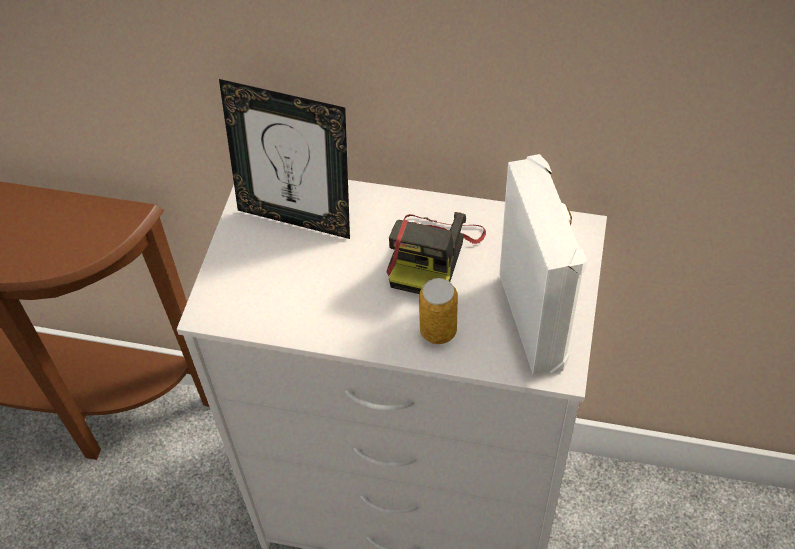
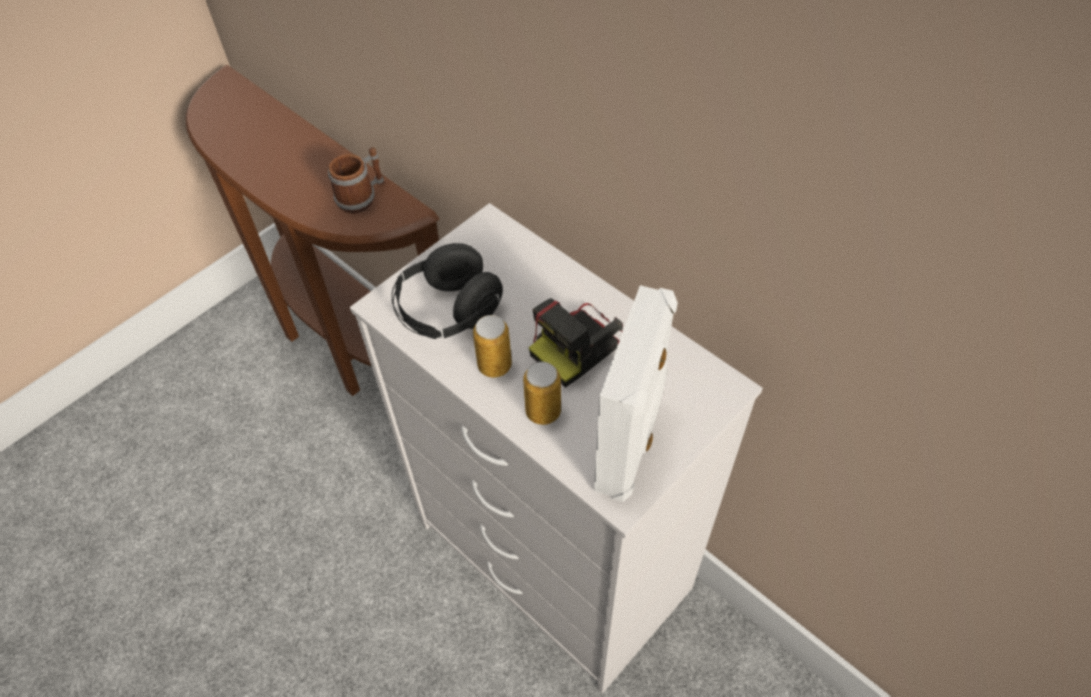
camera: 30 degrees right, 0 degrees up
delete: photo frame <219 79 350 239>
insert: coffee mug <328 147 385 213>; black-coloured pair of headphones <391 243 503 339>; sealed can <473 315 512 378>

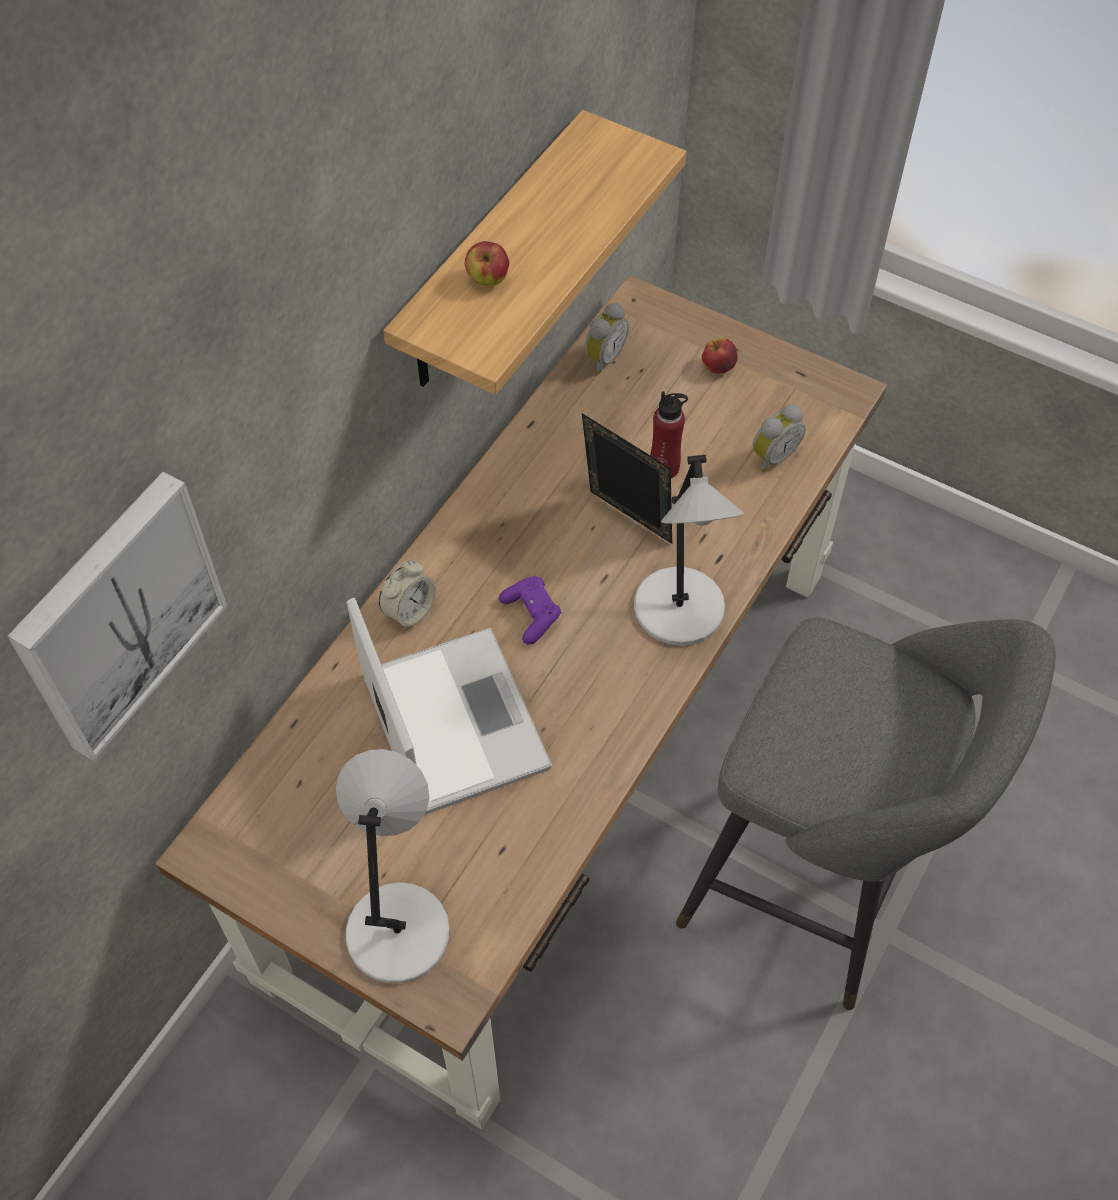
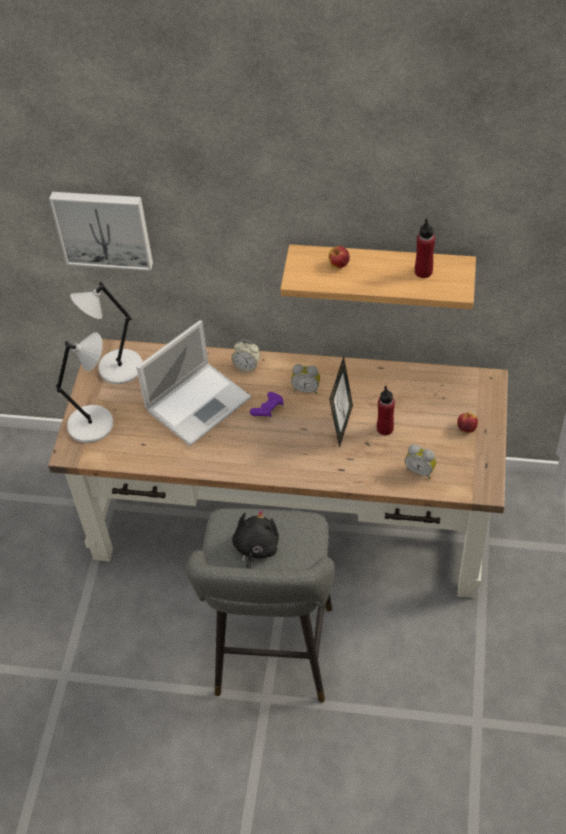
camera: 70 degrees right, 5 degrees down
insert: black-coloured cuddly toy <232 509 279 569>; red-coloured beverage bottle <415 219 435 278>
move: alarm clock <584 303 629 374> to <291 364 320 394>; gray table lamp <634 455 745 646> to <70 282 142 384>

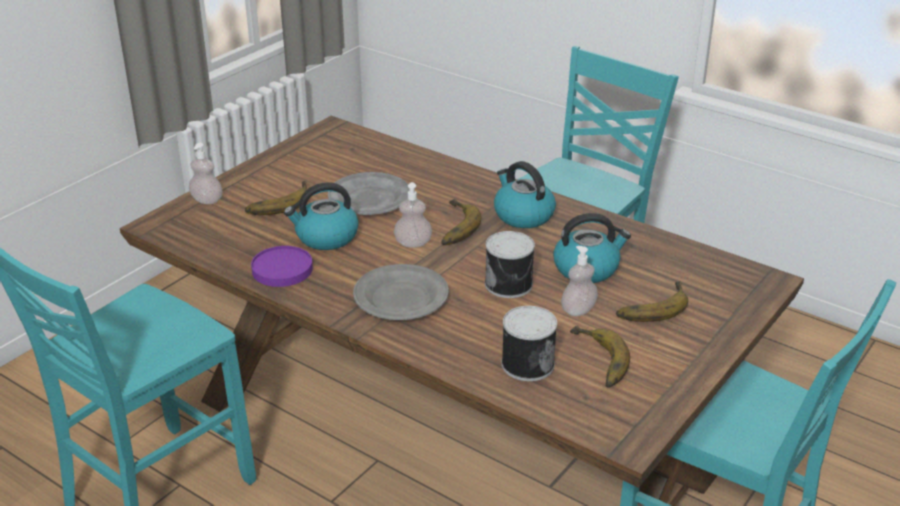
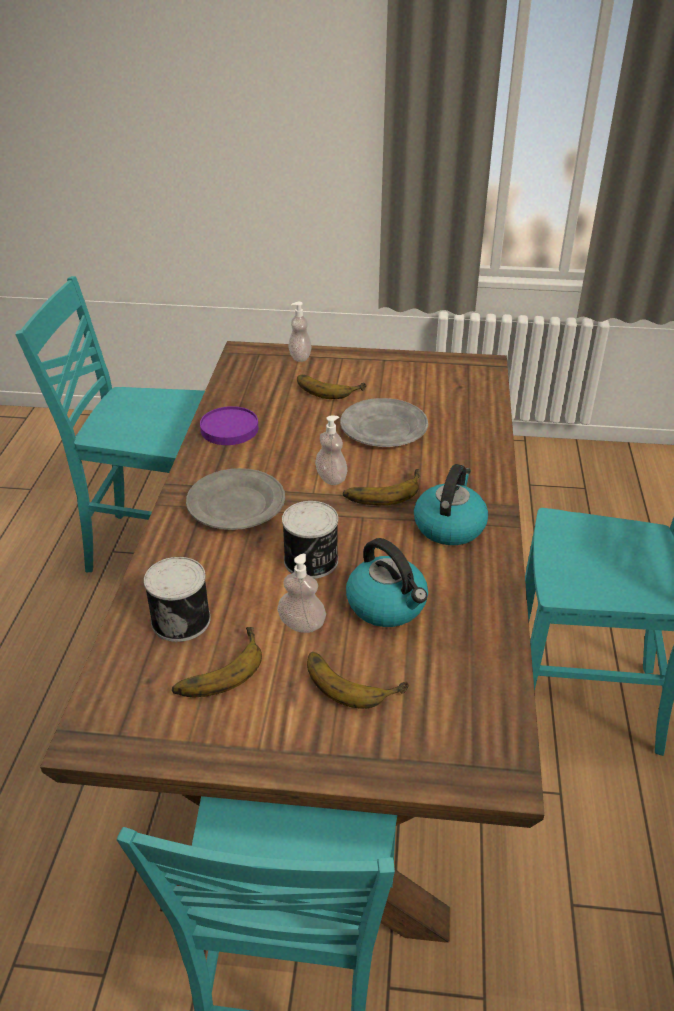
camera: 60 degrees right, 5 degrees up
delete: tea kettle <284 182 359 250>

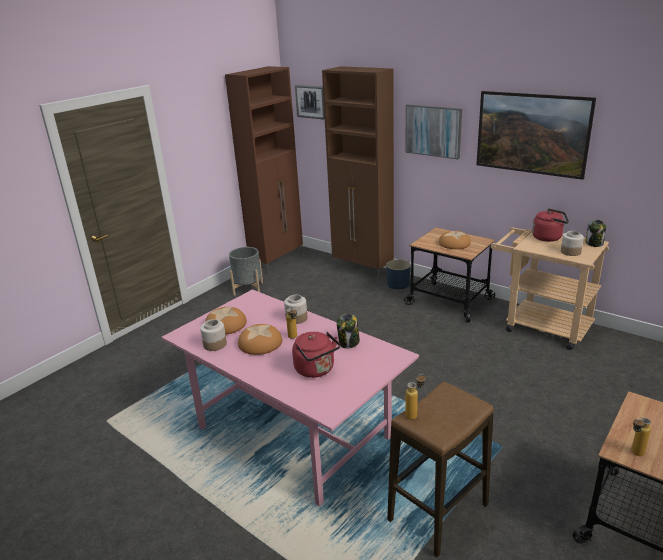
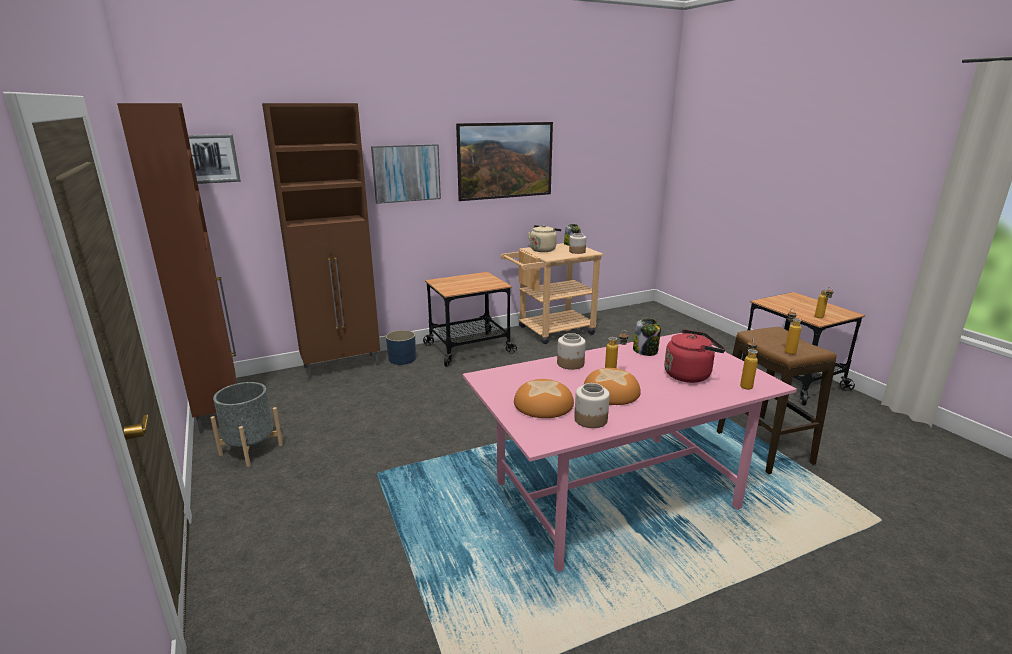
camera: 65 degrees left, 5 degrees down
delete: bakery bread <439 231 471 249>
insert: beverage bottle <740 338 758 390>
recolor: red-coloured tea kettle <532 209 569 242> to sand-coloured tea kettle <528 225 561 252>

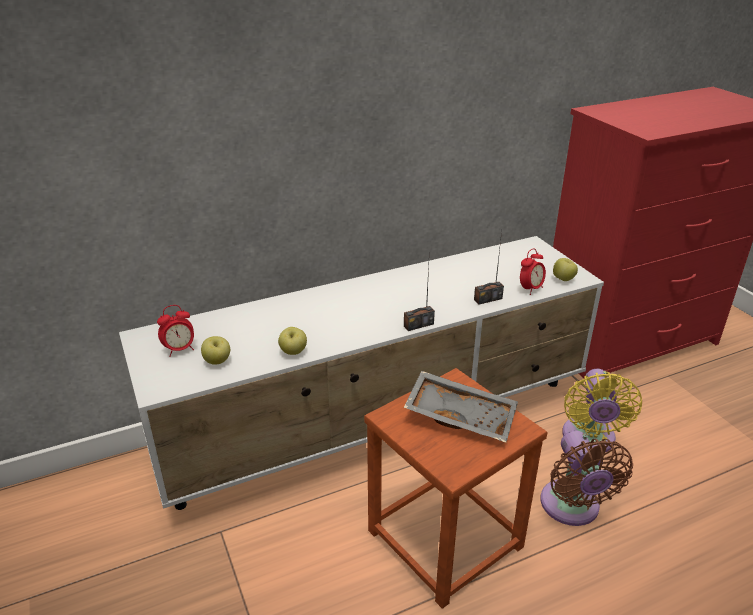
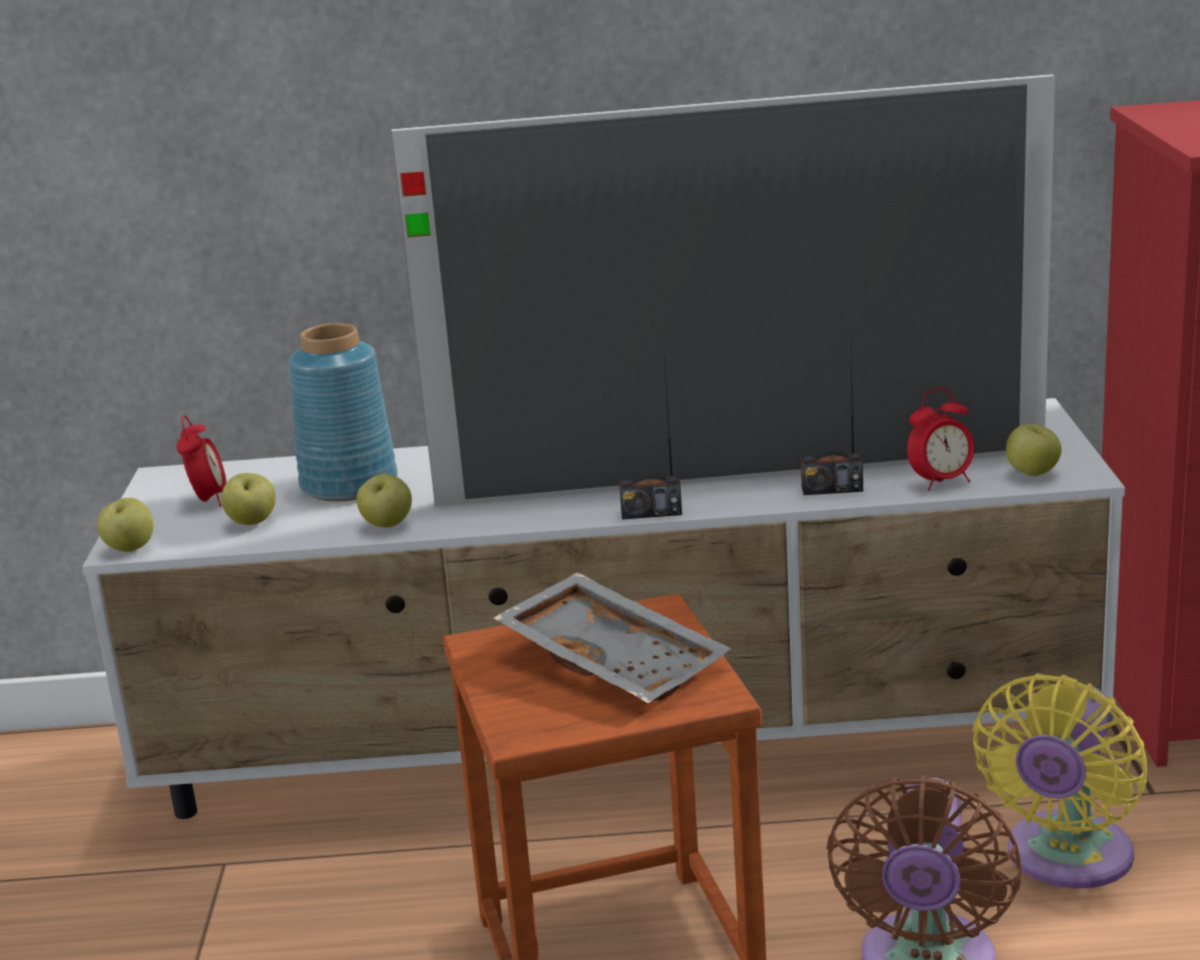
camera: 25 degrees right, 10 degrees down
insert: apple <97 498 153 552>; blue-coloured flower vase <289 323 398 501>; TV <391 74 1055 506>
rotate: alarm clock <157 305 194 357> = <177 415 226 507> 90 degrees counterclockwise

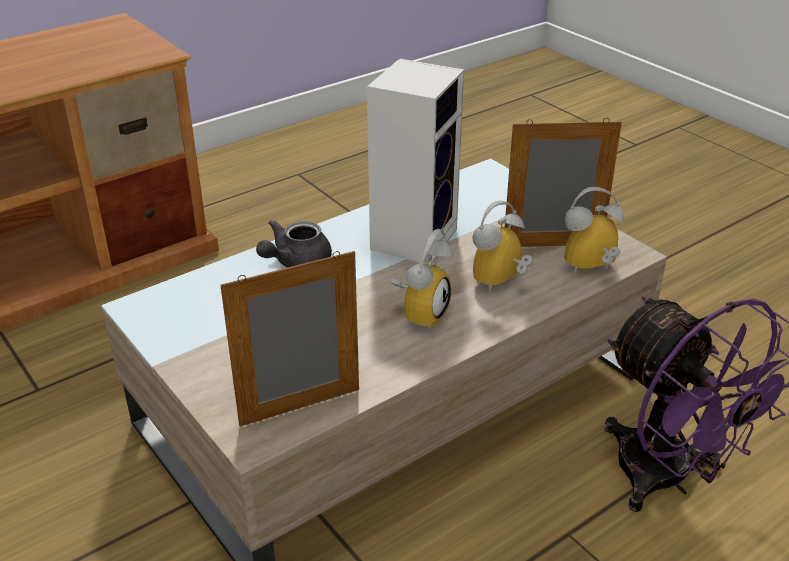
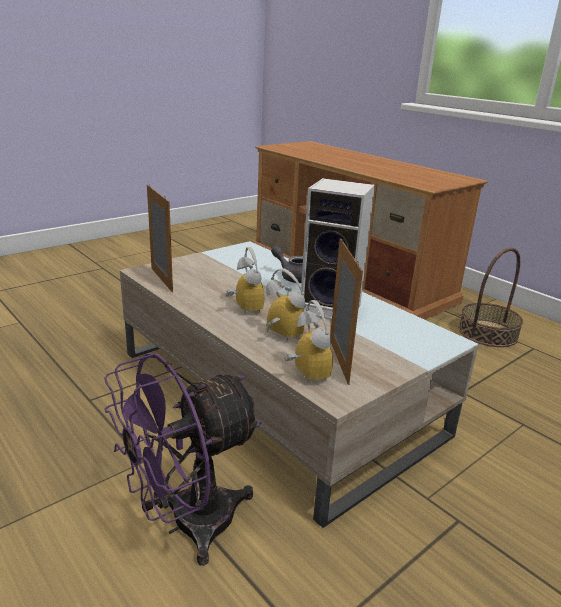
camera: 85 degrees right, 10 degrees down
insert: basket <458 248 523 347>
rotate: alarm clock <390 229 454 330> = <225 247 264 314> 135 degrees counterclockwise

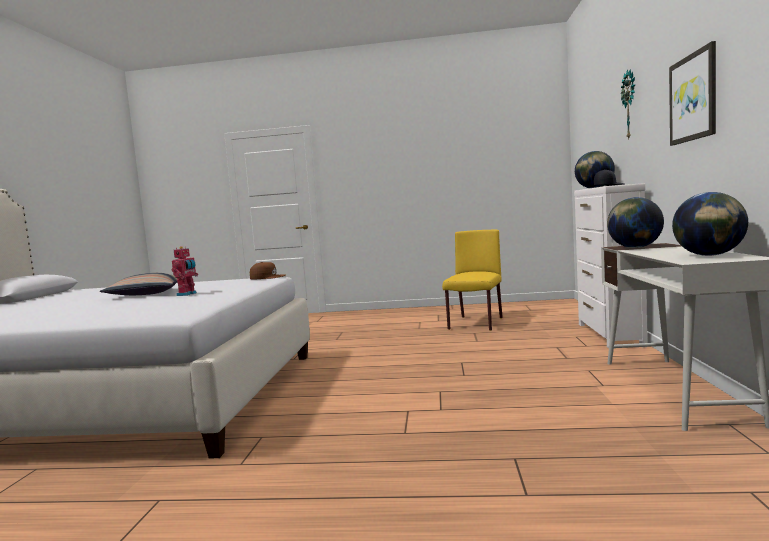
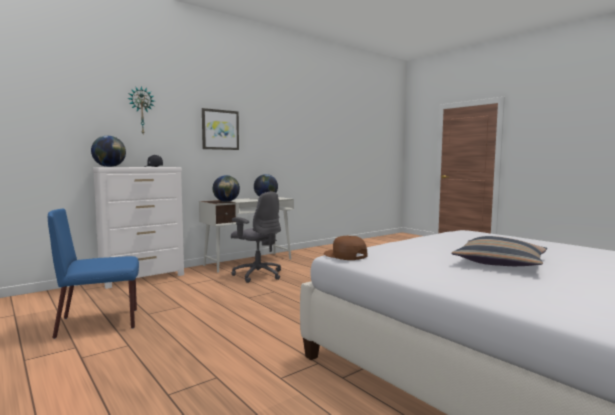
camera: 135 degrees left, 0 degrees up
delete: robot figure <171 246 198 296>
insert: gray office chair <231 192 281 283>
recolor: yellowish upright chair <442 230 503 331> to blue-coloured upright chair <48 209 139 339>

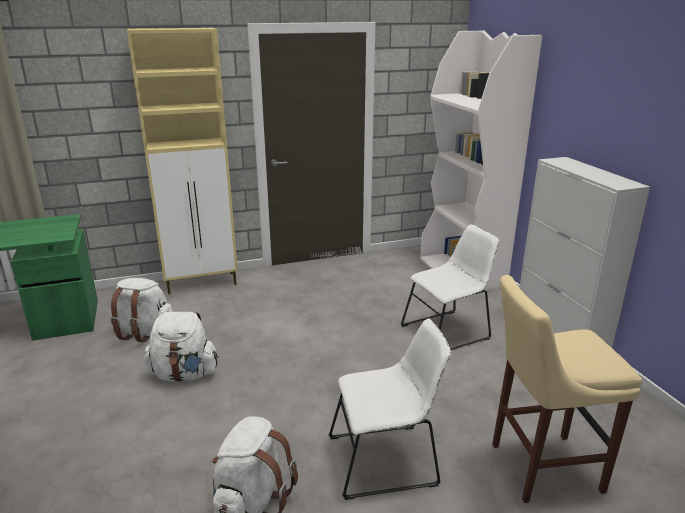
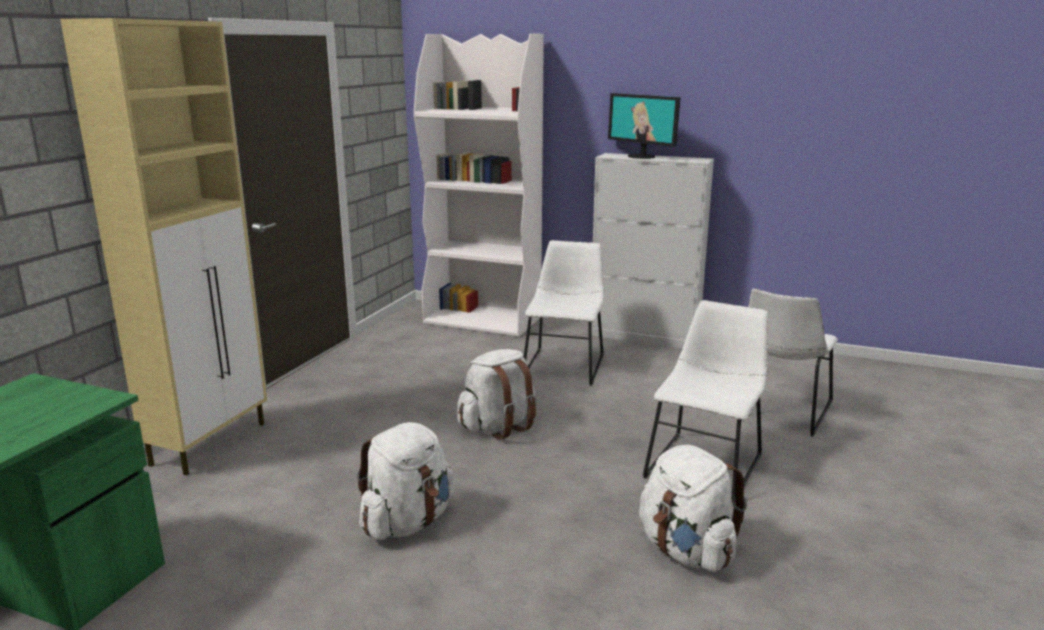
camera: 50 degrees left, 5 degrees down
insert: computer screen <608 93 681 159>
move: white backpack <110 278 173 342> to <457 349 537 440>
replace: sand-coloured sitting stool <492 275 642 503> to white upright chair <748 289 838 437>

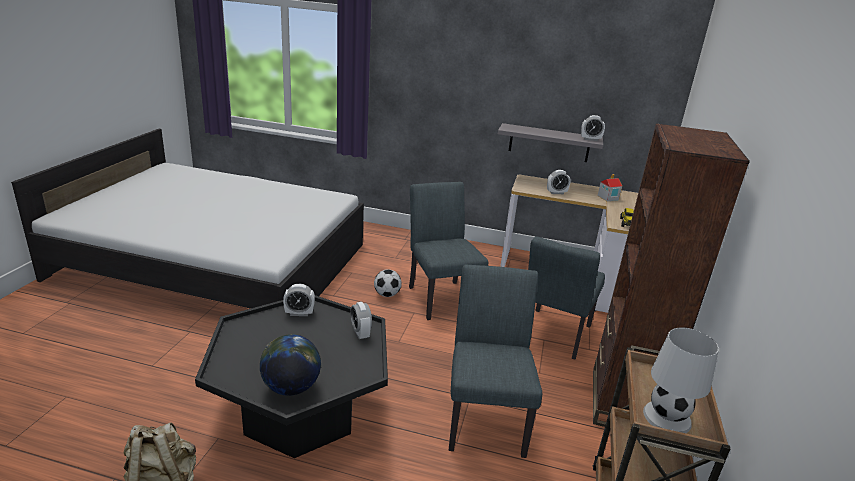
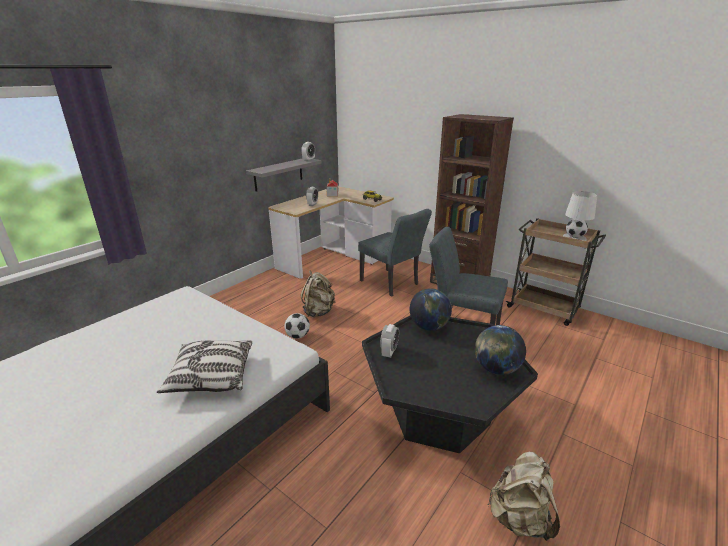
camera: 65 degrees left, 0 degrees up
insert: throw pillow <157 341 252 393>
replace: alarm clock <350 302 372 339> to world globe <410 288 452 331>; gray upright chair <409 182 488 320> to sand-coloured backpack <301 270 335 318>

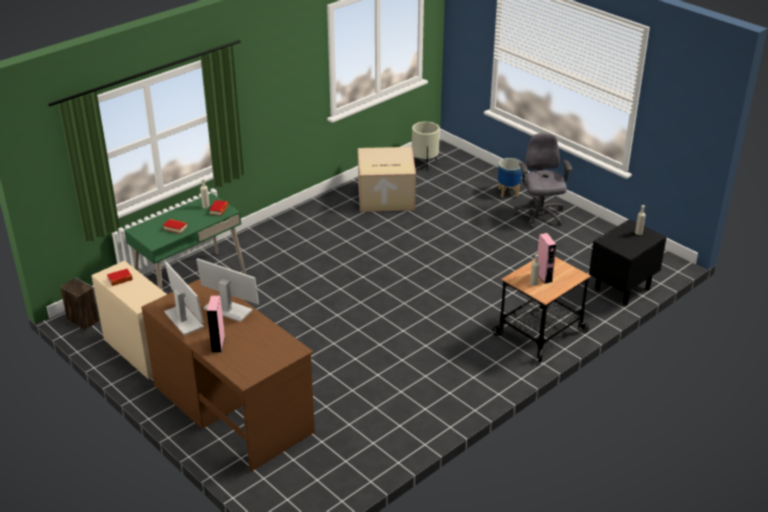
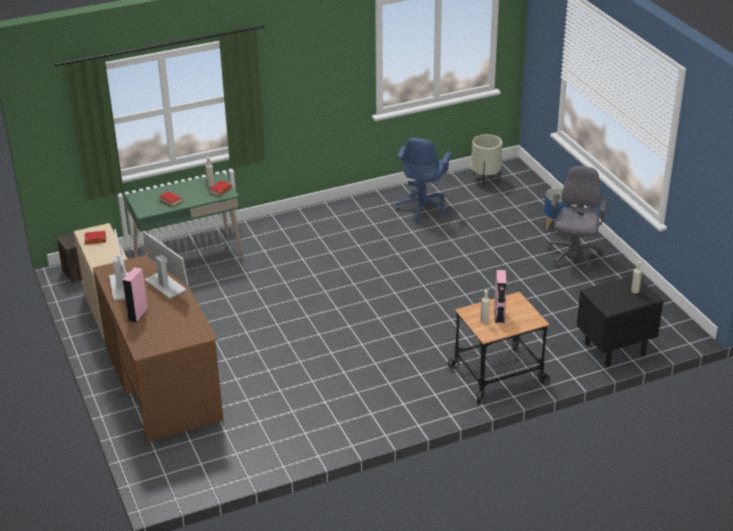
camera: 20 degrees right, 0 degrees up
replace: carton <358 147 416 212> to blue-coloured office chair <396 138 452 222>

